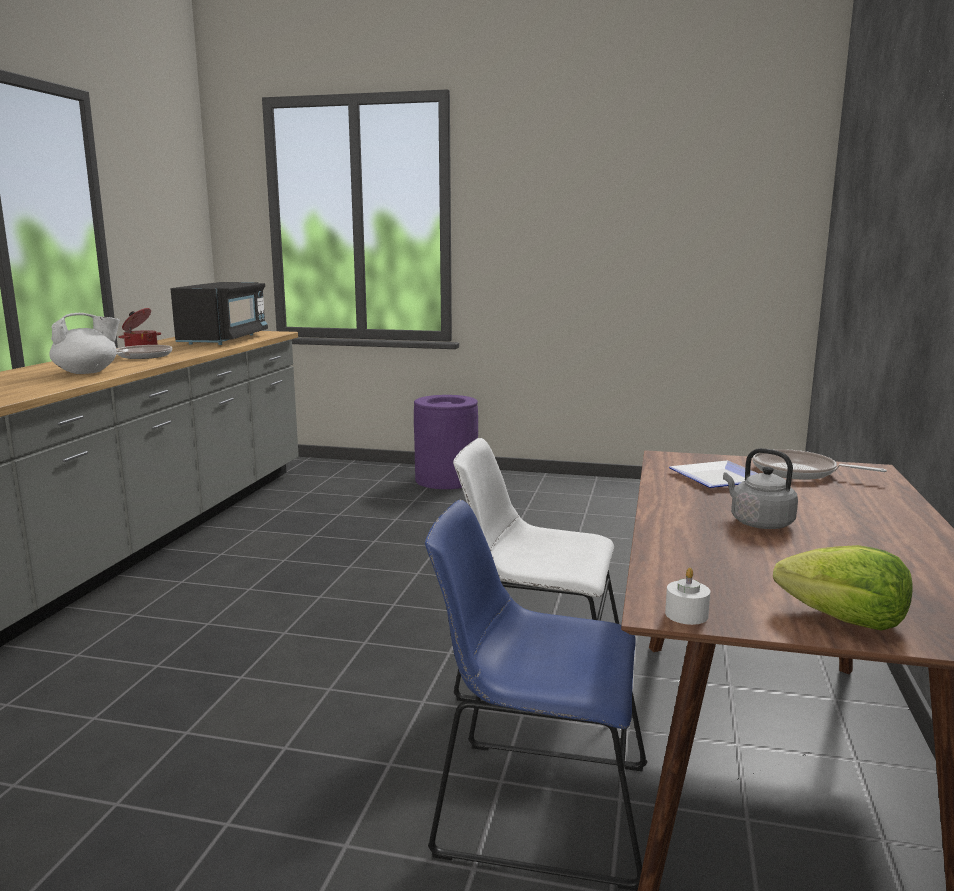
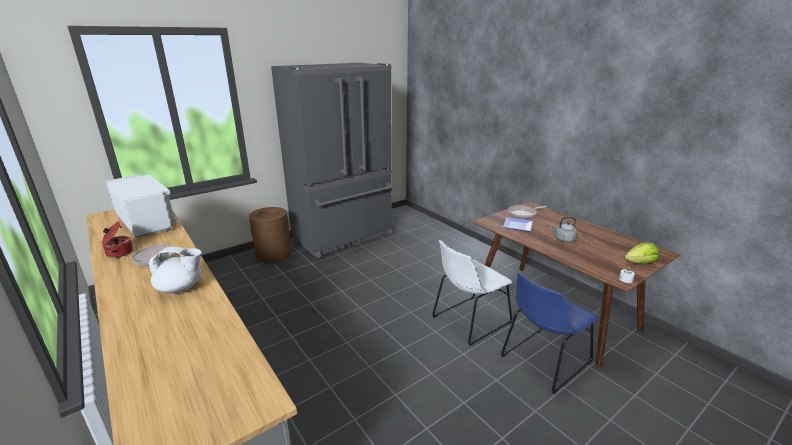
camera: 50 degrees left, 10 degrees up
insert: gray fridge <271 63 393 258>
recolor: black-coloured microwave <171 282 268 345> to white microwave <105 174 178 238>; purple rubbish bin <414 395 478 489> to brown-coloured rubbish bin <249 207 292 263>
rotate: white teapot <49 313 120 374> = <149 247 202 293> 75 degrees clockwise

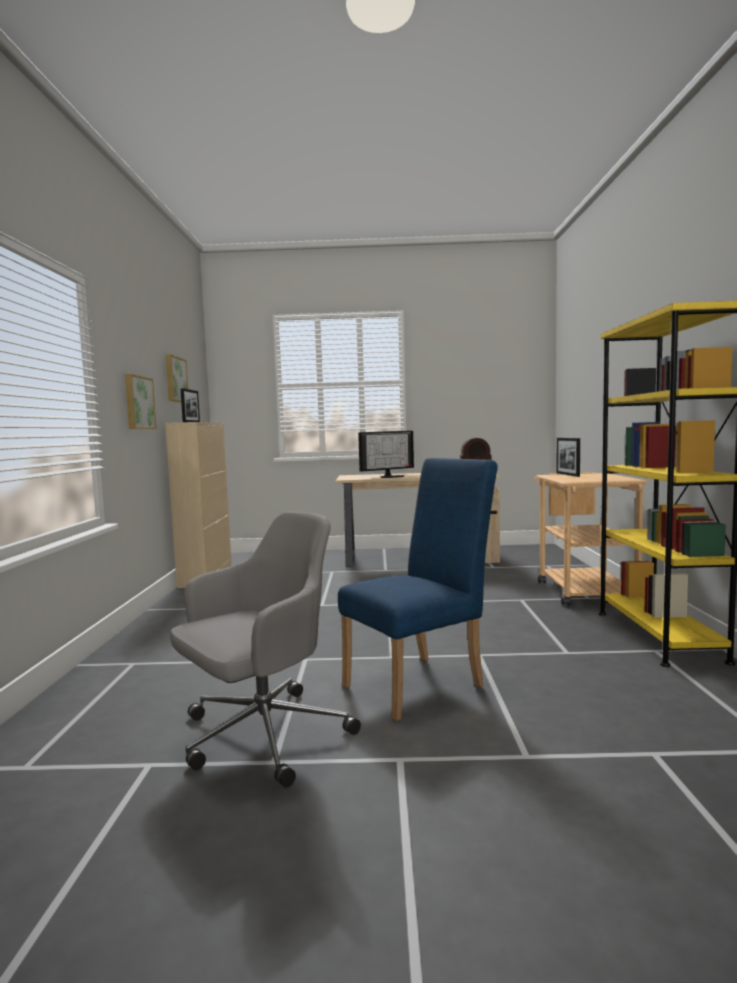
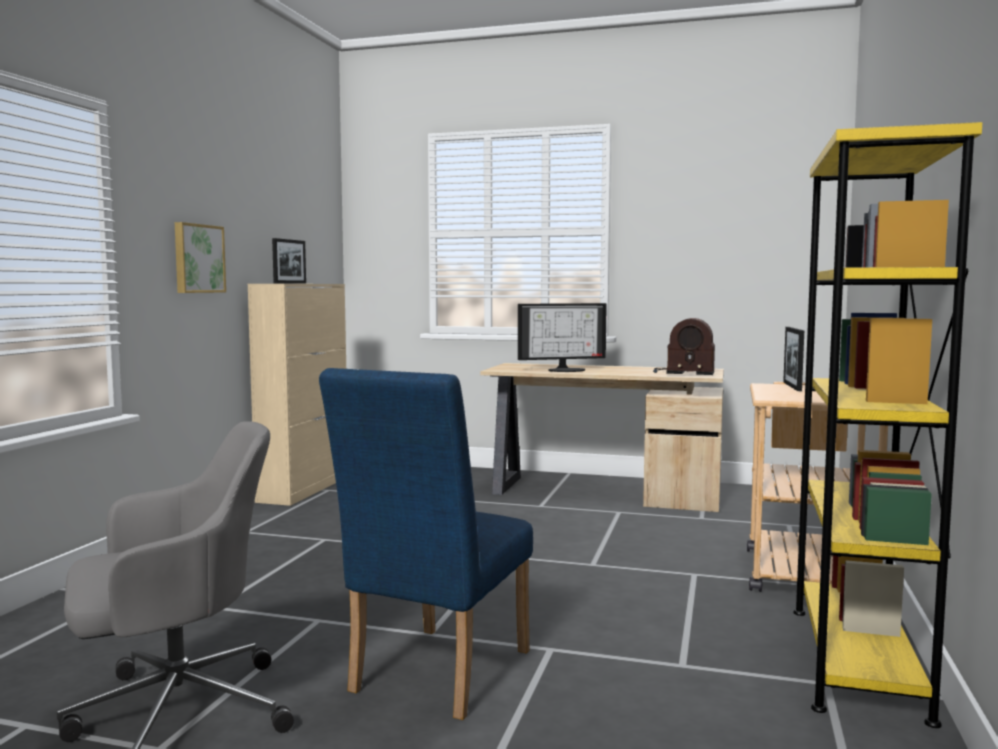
camera: 15 degrees right, 0 degrees up
delete: wall picture <166 355 188 402>
rotate: blue-coloured upright chair <338 458 498 721> = <319 368 533 720> 135 degrees clockwise

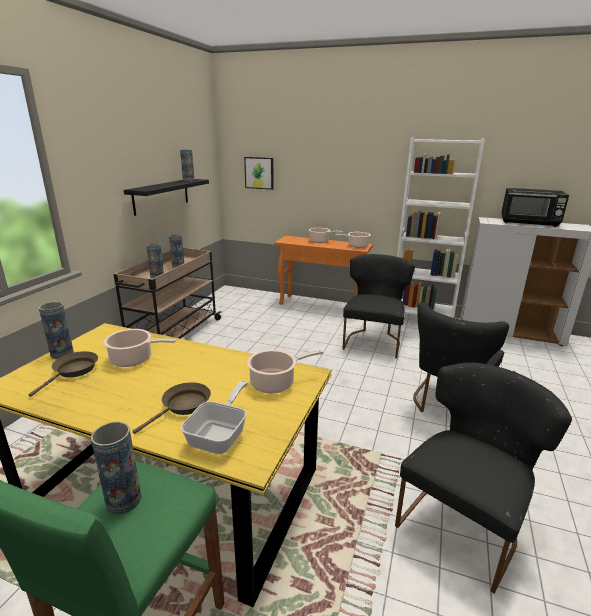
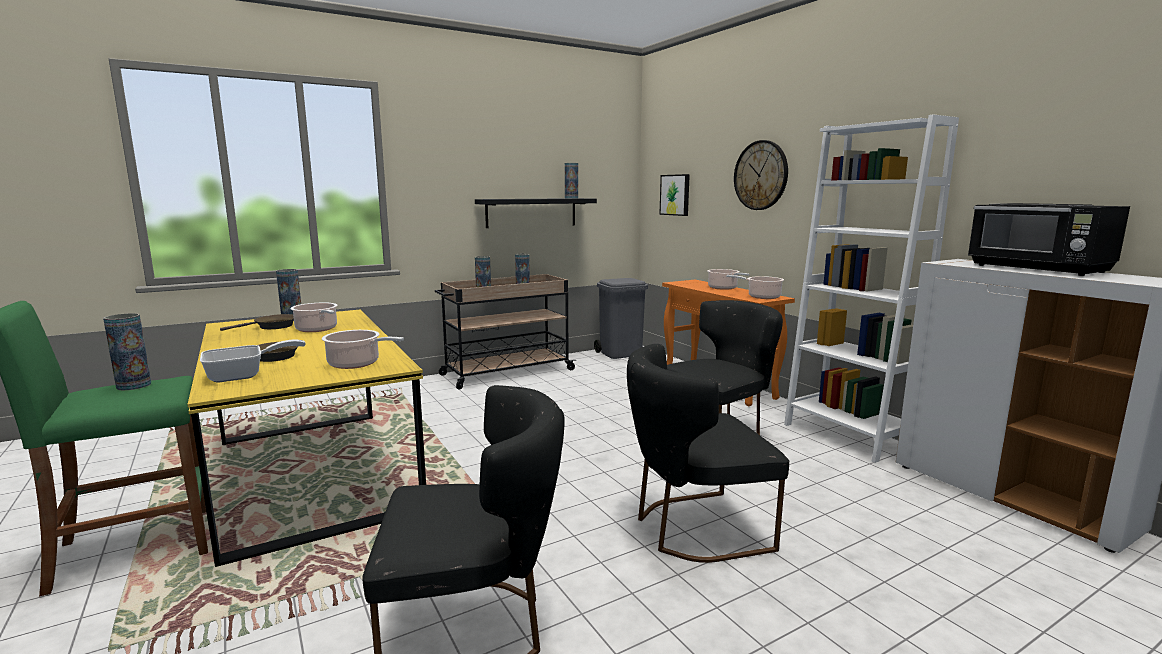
camera: 40 degrees right, 10 degrees down
insert: gray rubbish bin <594 278 648 359>; hanging clock <734 140 788 210>

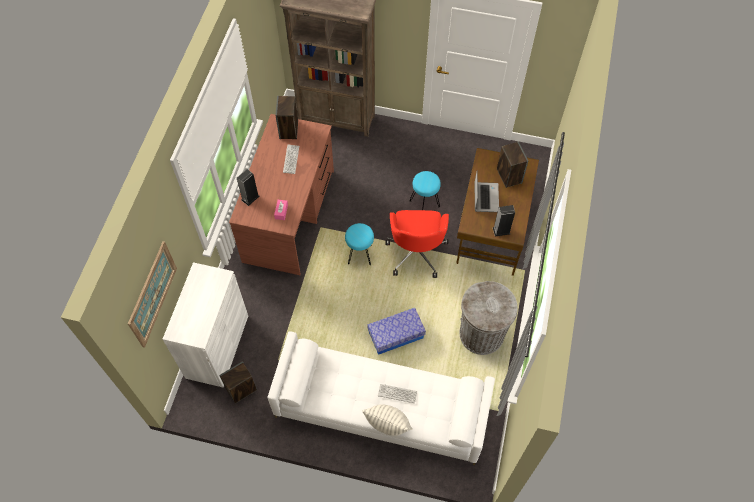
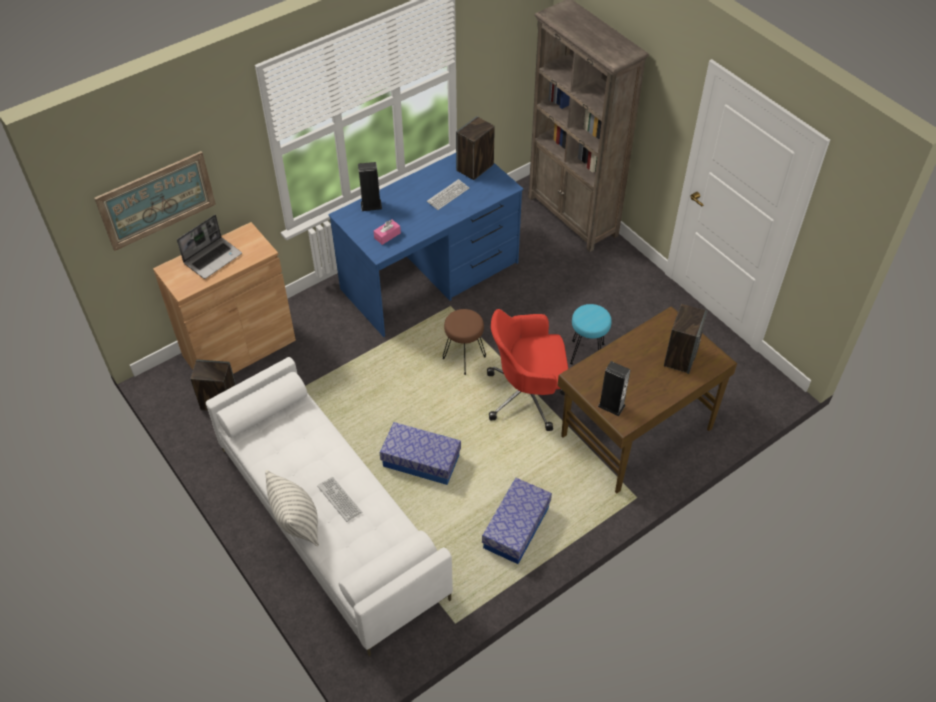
camera: 40 degrees right, 10 degrees down
move: laptop <474 171 499 212> to <177 215 242 279>
replace: gray rubbish bin <459 281 518 355> to storage bin <482 478 552 564>
recolor: white cabinet <163 262 248 387> to brown-coloured cabinet <153 222 296 374>; brown-coloured desk unit <229 114 334 275> to blue-coloured desk unit <328 153 524 337>; blue-green sitting stool <345 223 374 265> to brown-coloured sitting stool <443 309 486 375>
rotate: red-coloured office chair <386 210 449 278> = <487 309 568 431> 45 degrees clockwise

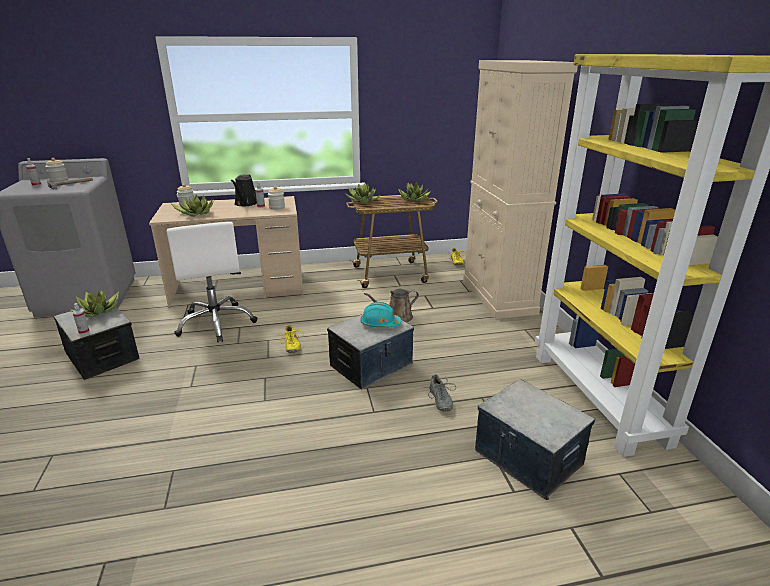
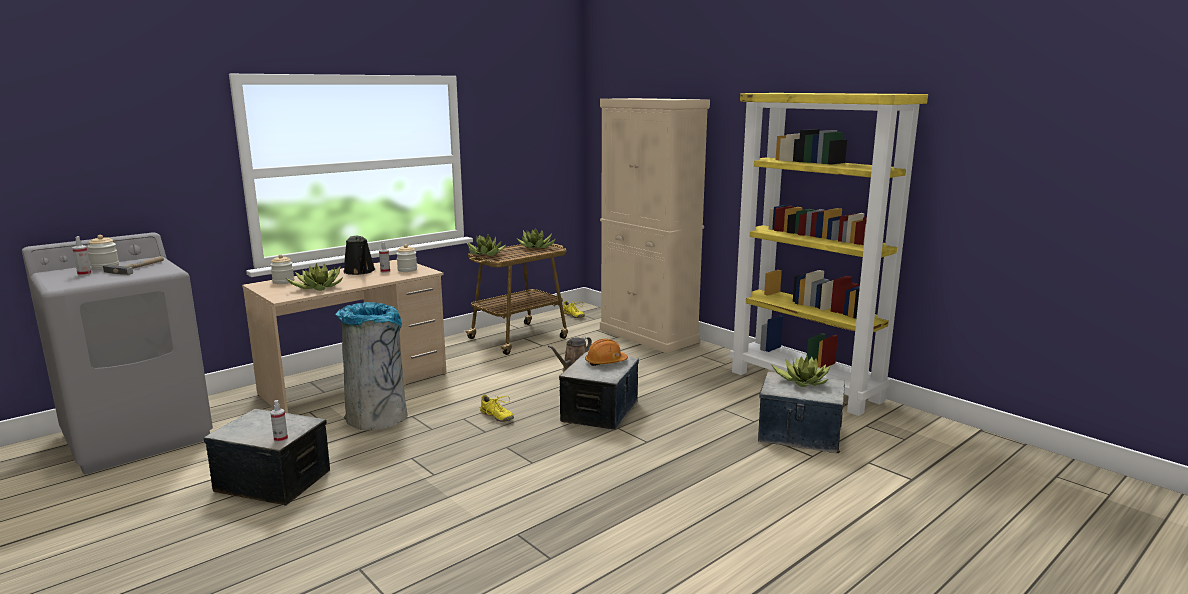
camera: 30 degrees left, 10 degrees down
delete: gray low shoe <423 374 456 412>
move: houseplant <69 290 119 317> to <771 356 831 387>
replace: white office chair <166 222 258 342> to gray rubbish bin <335 302 408 431>
recolor: blue-green hard hat <361 302 401 327> to orange-coloured hard hat <585 339 628 366>

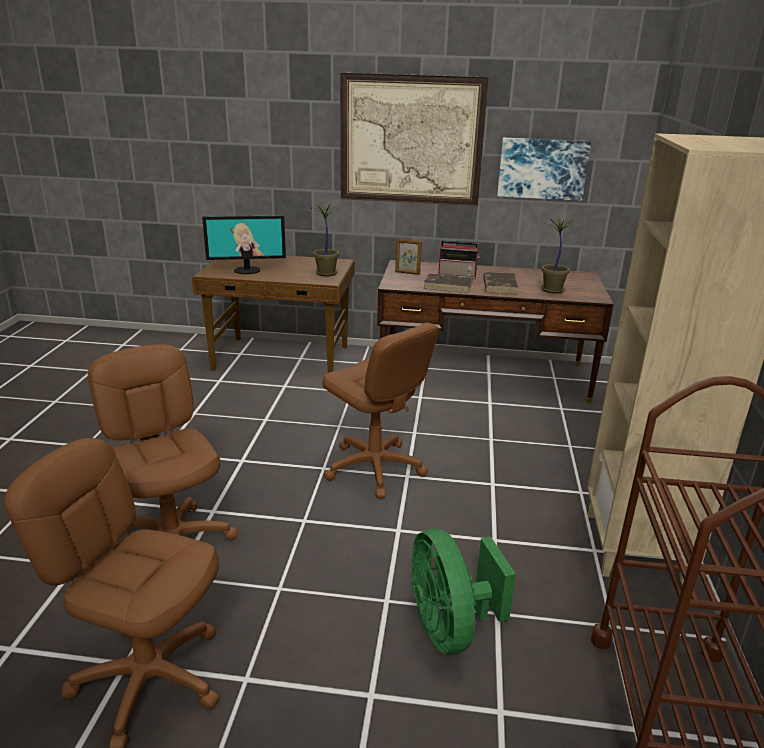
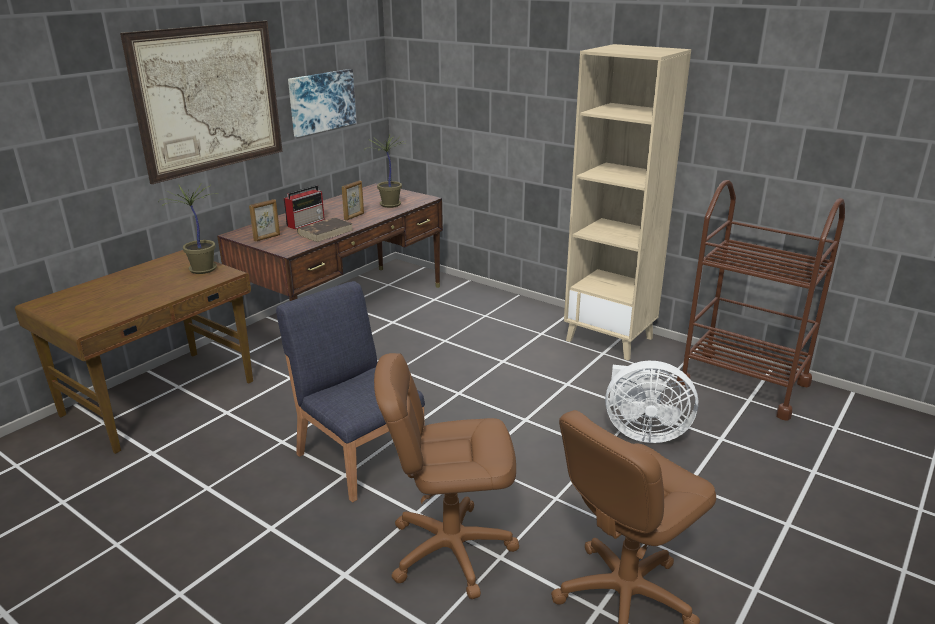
camera: 60 degrees left, 0 degrees up
delete: computer screen <202 215 286 274>; brown-coloured office chair <322 323 439 499>
insert: blue-coloured upright chair <276 281 425 503>
replace: brown-coloured bound book <483 272 518 294> to photo frame <342 180 364 220>
recolor: green-coloured cooling fan <411 528 516 655> to white cooling fan <605 361 698 443>

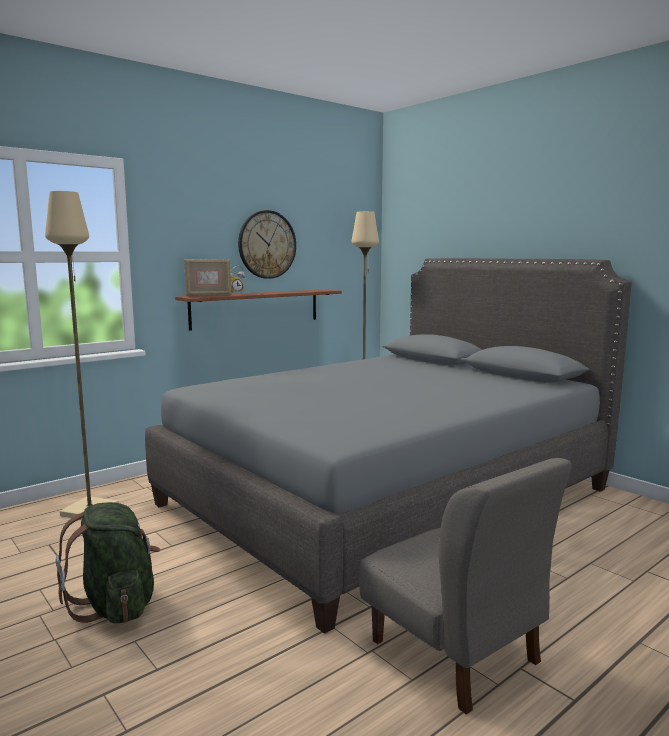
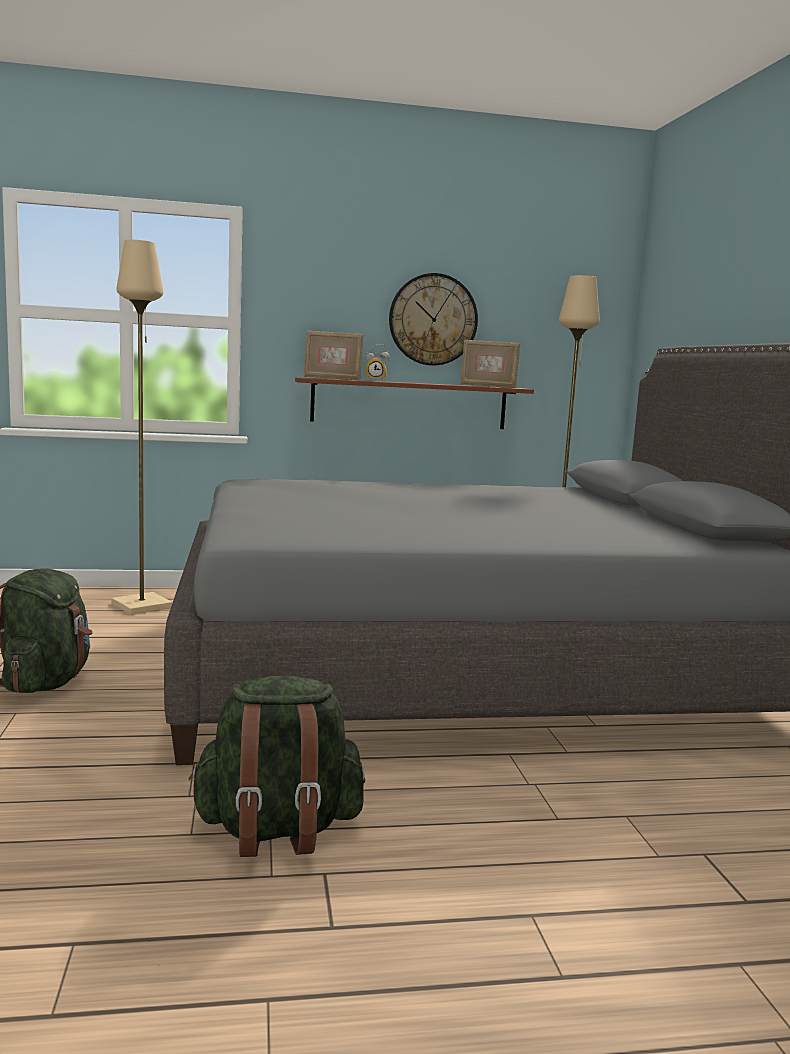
camera: 30 degrees right, 0 degrees up
insert: photo frame <460 340 520 388>
replace: gray upright chair <359 458 572 715> to green-coloured backpack <189 676 365 857>

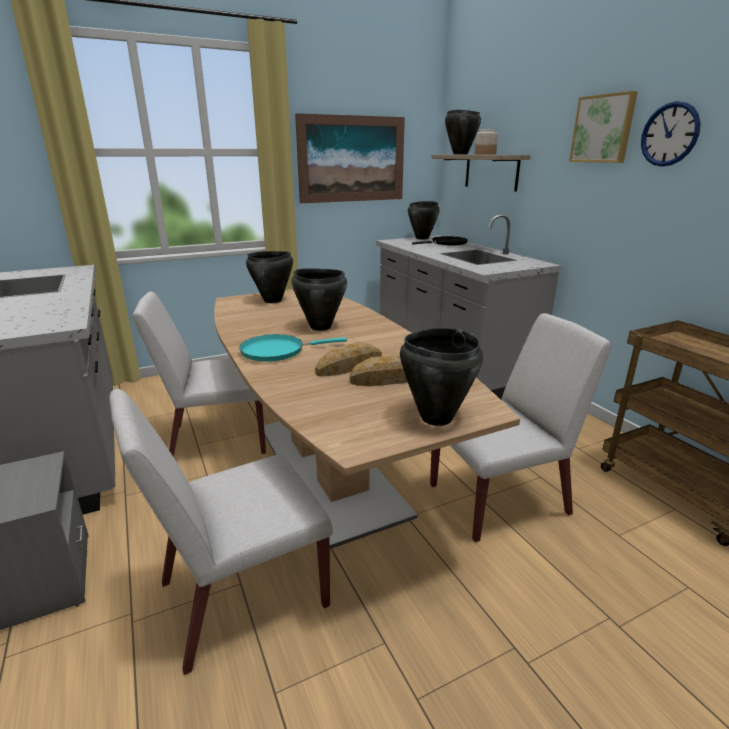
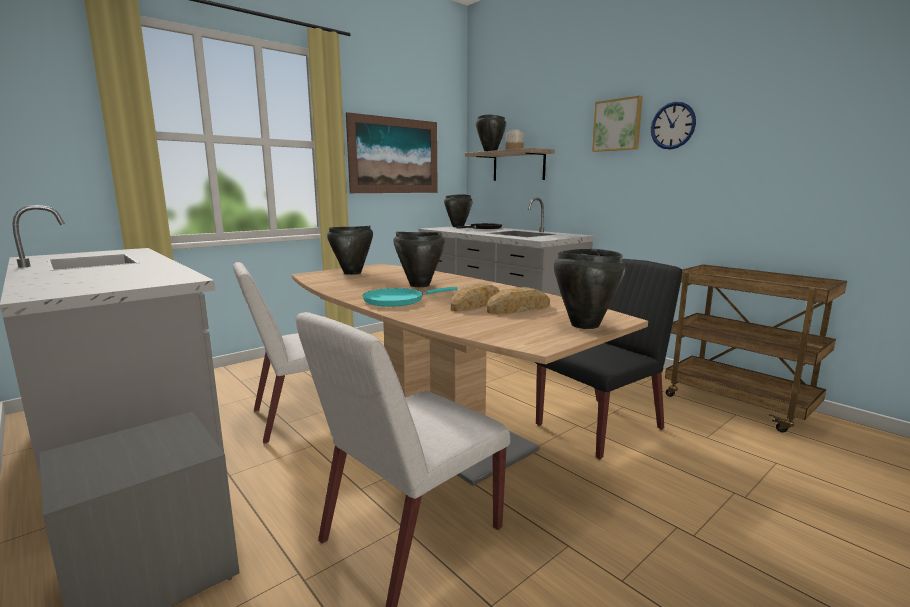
camera: 15 degrees left, 10 degrees down
recolor: white upright chair <430 313 611 542> to black-coloured upright chair <535 259 682 459>

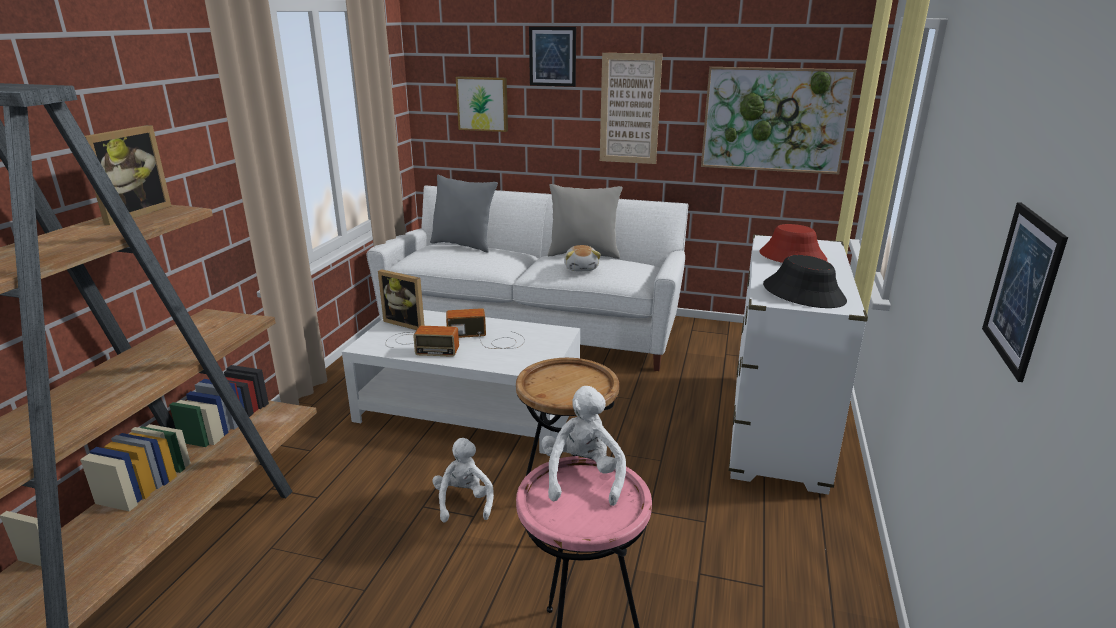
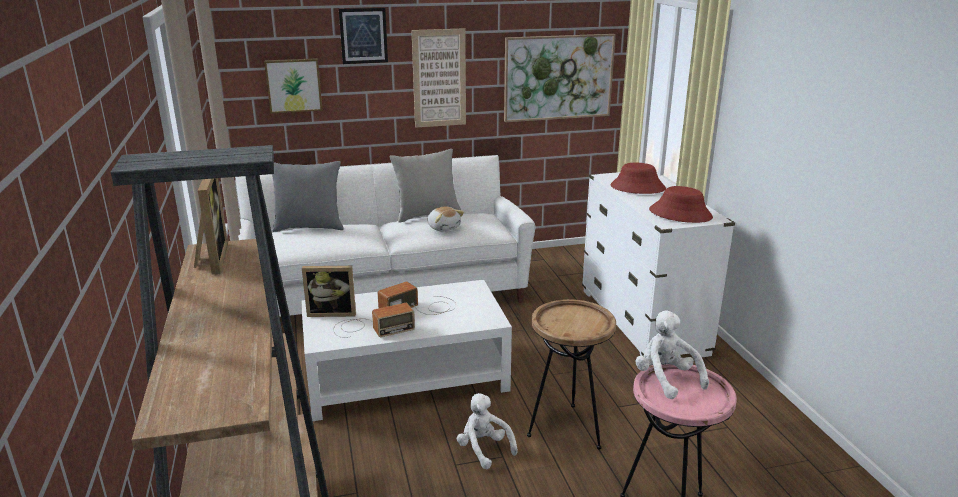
camera: 30 degrees left, 0 degrees up
delete: wall picture <982 202 1068 382>
recolor: black-coloured hat <763 255 847 308> to red-coloured hat <649 186 713 223>

